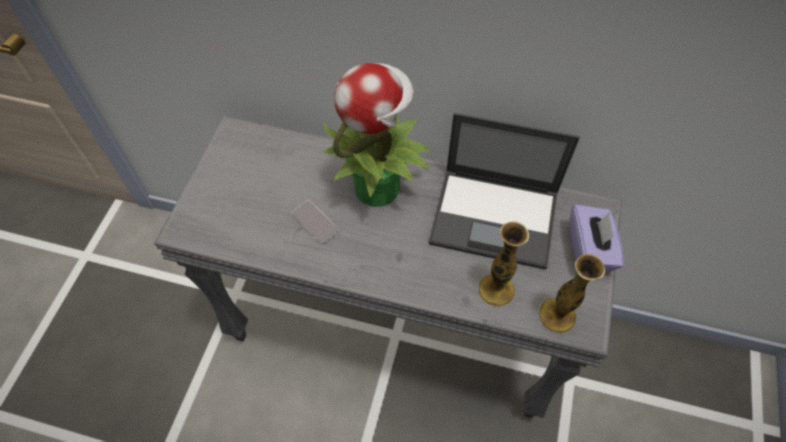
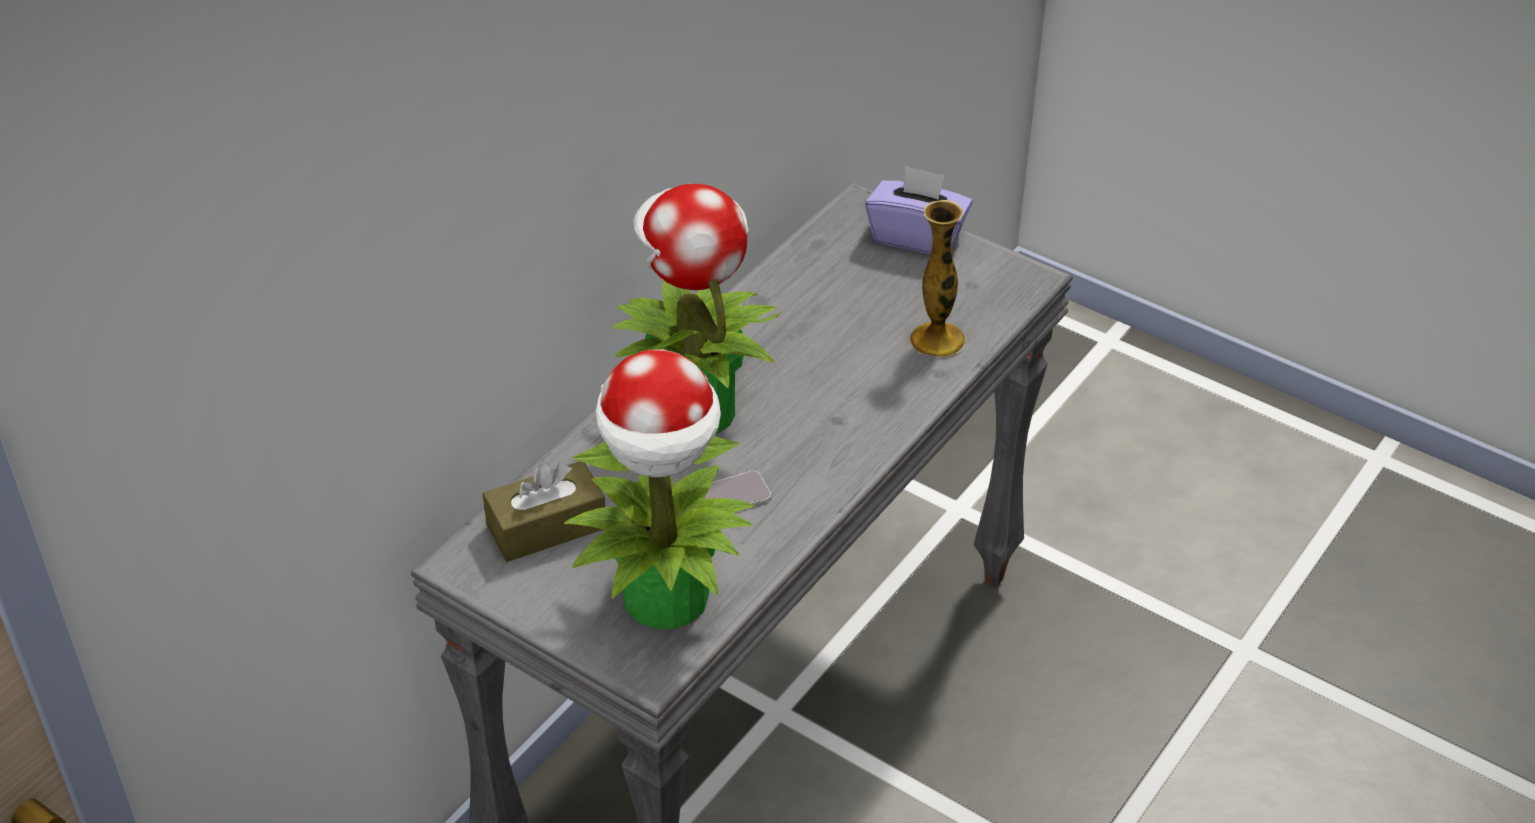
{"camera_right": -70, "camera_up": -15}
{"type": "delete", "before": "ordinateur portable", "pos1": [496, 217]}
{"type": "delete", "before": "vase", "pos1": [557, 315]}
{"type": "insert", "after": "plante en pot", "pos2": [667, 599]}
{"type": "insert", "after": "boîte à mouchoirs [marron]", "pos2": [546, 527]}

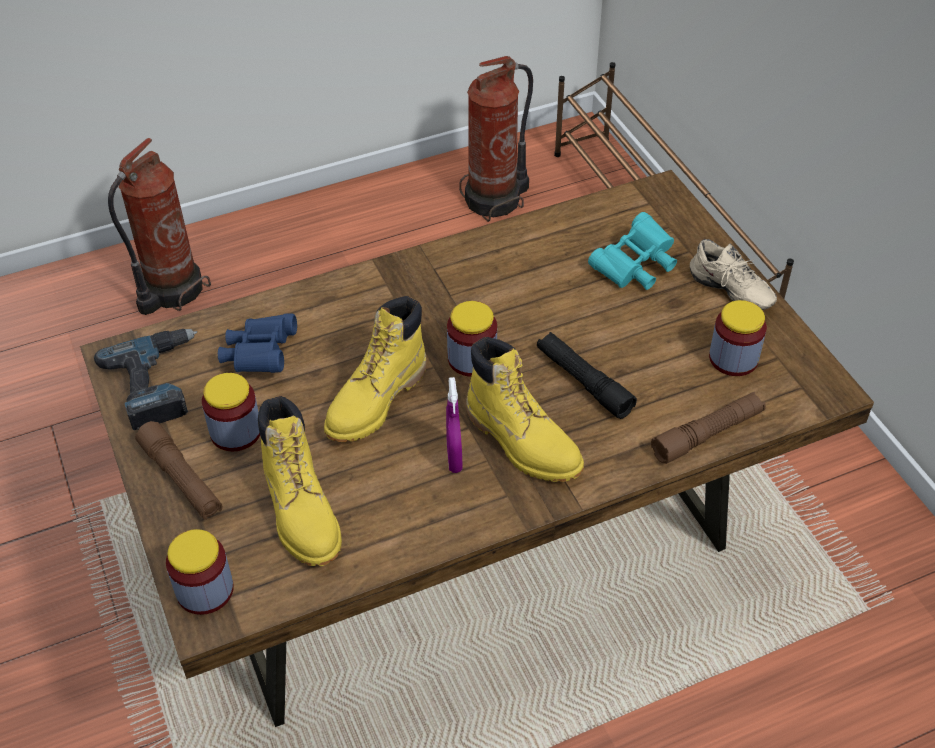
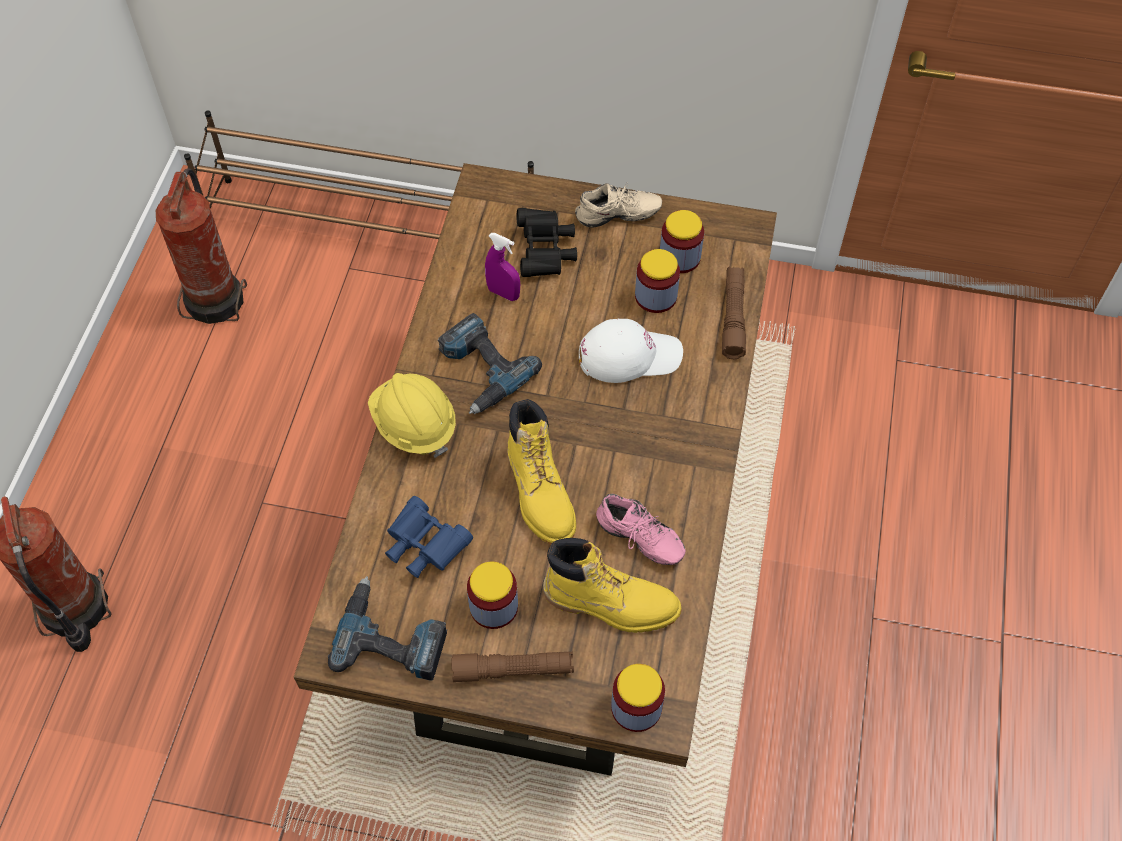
{"camera_right": -55, "camera_up": 10}
{"type": "recolor", "before": "jumelles [turquoise]", "after": "jumelles [noir]", "pos1": [635, 267], "pos2": [545, 252]}
{"type": "move", "before": "bocal", "pos1": [472, 359], "pos2": [655, 296]}
{"type": "replace", "before": "lampe de poche [noir]", "after": "casquette [blanc]", "pos1": [583, 382], "pos2": [629, 355]}
{"type": "delete", "before": "botte [jaune]", "pos1": [522, 442]}
{"type": "move", "before": "vaporisateur [violet]", "pos1": [454, 458], "pos2": [503, 293]}
{"type": "insert", "after": "perceuse", "pos2": [480, 370]}
{"type": "insert", "after": "casque de chantier [jaune]", "pos2": [414, 425]}
{"type": "insert", "after": "chaussure [rose]", "pos2": [638, 541]}

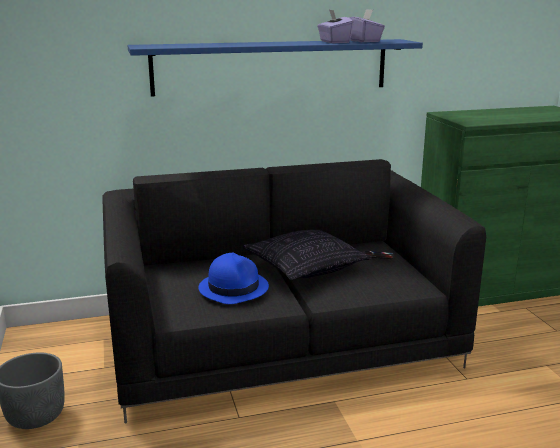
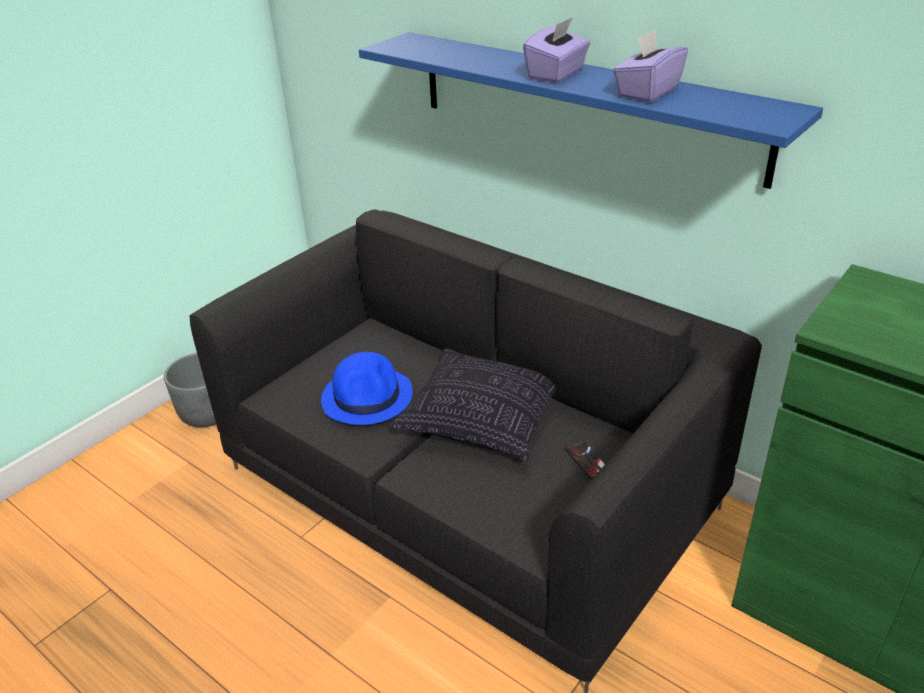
{"camera_right": 55, "camera_up": 15}
{"type": "move", "before": "boîte à mouchoirs [violet]", "pos1": [364, 41], "pos2": [556, 74]}

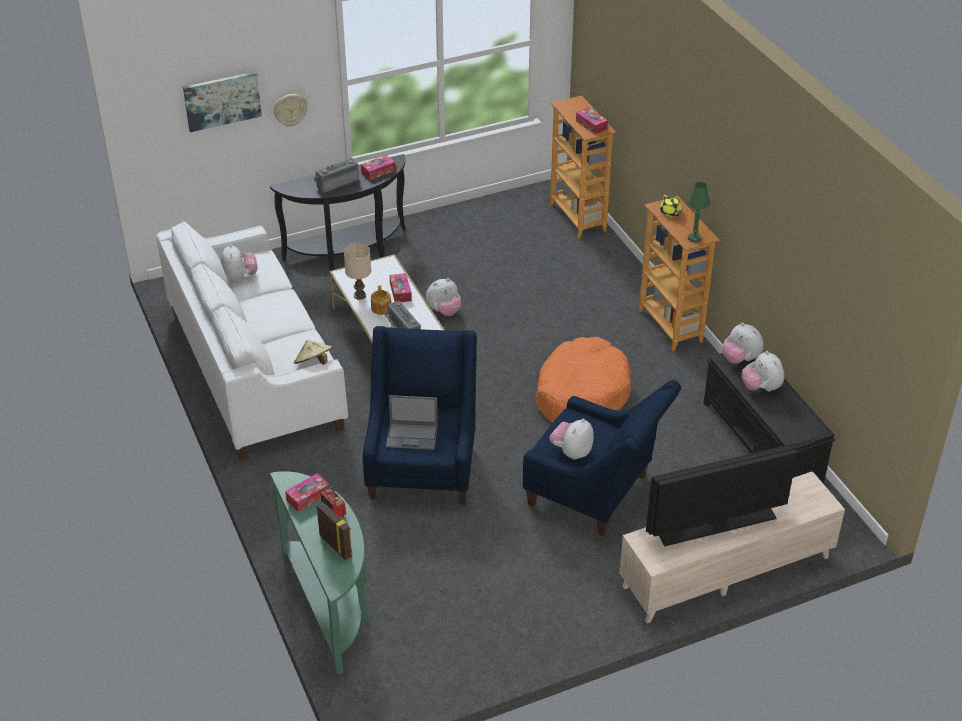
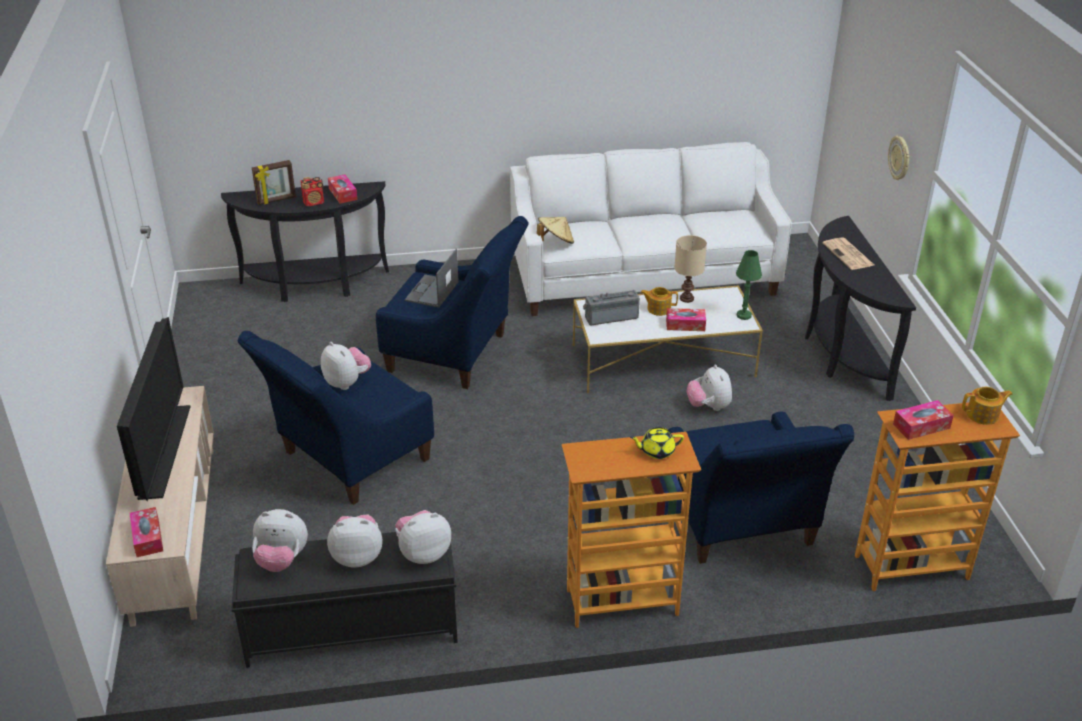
{"camera_right": 105, "camera_up": -5}
{"type": "delete", "before": "tableau", "pos1": [222, 100]}
{"type": "move", "before": "boîte à mouchoirs", "pos1": [378, 171], "pos2": [147, 537]}
{"type": "replace", "before": "radio", "after": "journal", "pos1": [336, 183], "pos2": [849, 255]}
{"type": "move", "before": "lampe de table [vert]", "pos1": [694, 238], "pos2": [744, 315]}
{"type": "move", "before": "peluche", "pos1": [239, 277], "pos2": [281, 560]}
{"type": "delete", "before": "panier pour chien [orange]", "pos1": [581, 394]}
{"type": "recolor", "before": "table console [vert]", "after": "table console [noir]", "pos1": [331, 604], "pos2": [315, 286]}
{"type": "insert", "after": "théière", "pos2": [983, 415]}
{"type": "insert", "after": "fauteuil [bleu]", "pos2": [742, 527]}

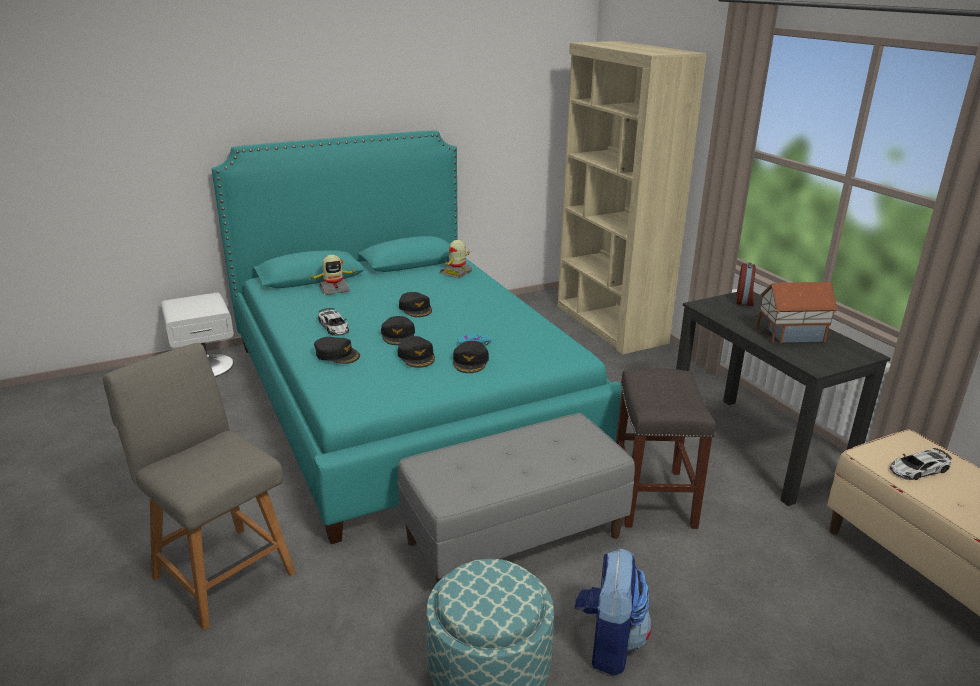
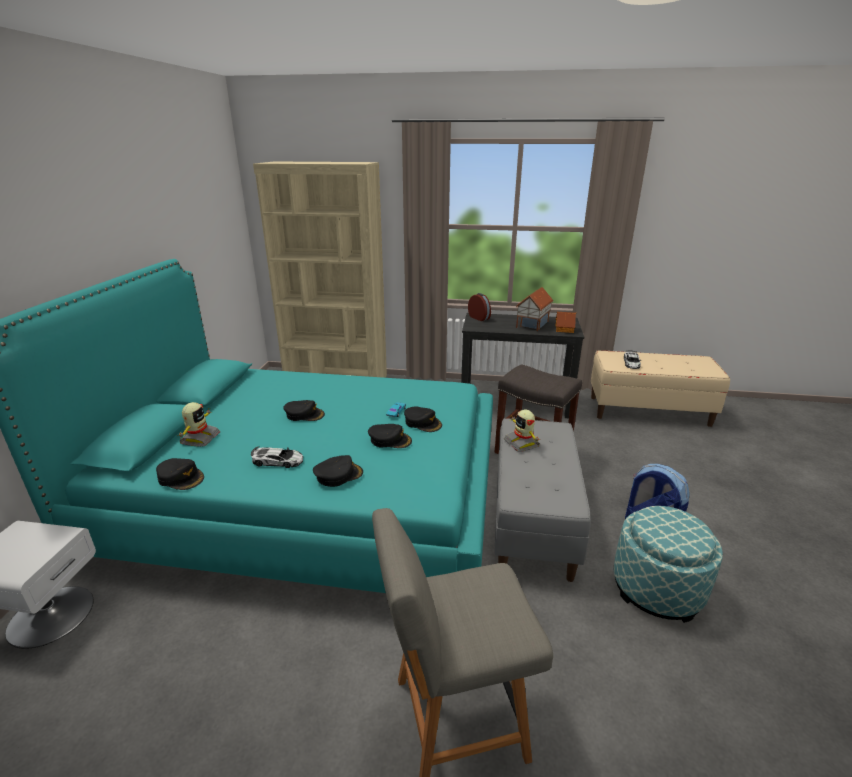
{"camera_right": -55, "camera_up": 0}
{"type": "move", "before": "robot jouet", "pos1": [457, 273], "pos2": [522, 443]}
{"type": "move", "before": "casquette [noir]", "pos1": [398, 335], "pos2": [181, 478]}
{"type": "insert", "after": "maison miniature", "pos2": [564, 329]}

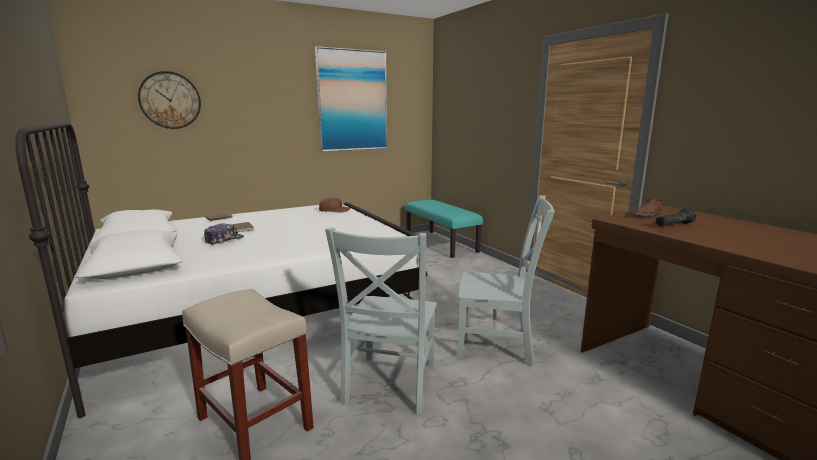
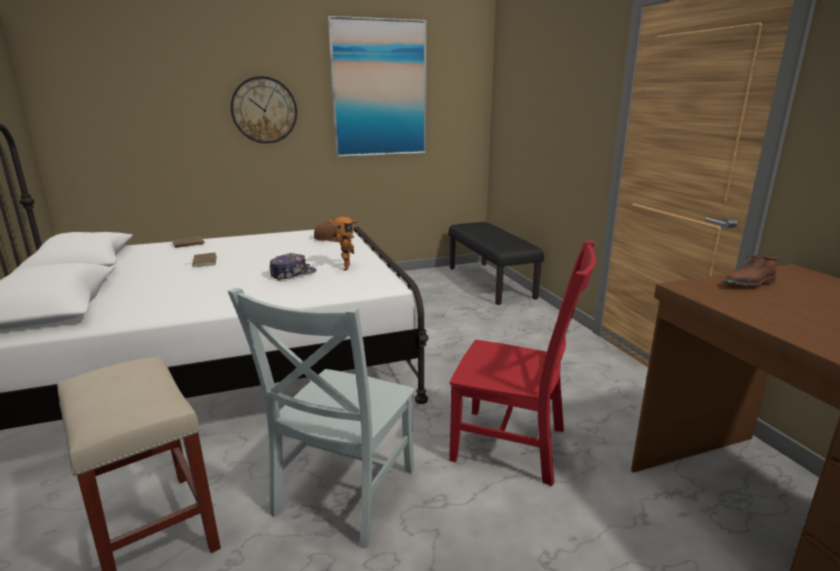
{"camera_right": 10, "camera_up": 5}
{"type": "move", "before": "horloge murale", "pos1": [170, 100], "pos2": [264, 110]}
{"type": "recolor", "before": "chaise [gris]", "after": "chaise [rouge]", "pos1": [498, 344], "pos2": [514, 446]}
{"type": "recolor", "before": "banc [turquoise]", "after": "banc [noir]", "pos1": [441, 244], "pos2": [491, 283]}
{"type": "delete", "before": "lampe de poche [noir]", "pos1": [673, 225]}
{"type": "move", "before": "casquette", "pos1": [224, 240], "pos2": [293, 274]}
{"type": "insert", "after": "robot jouet", "pos2": [344, 268]}

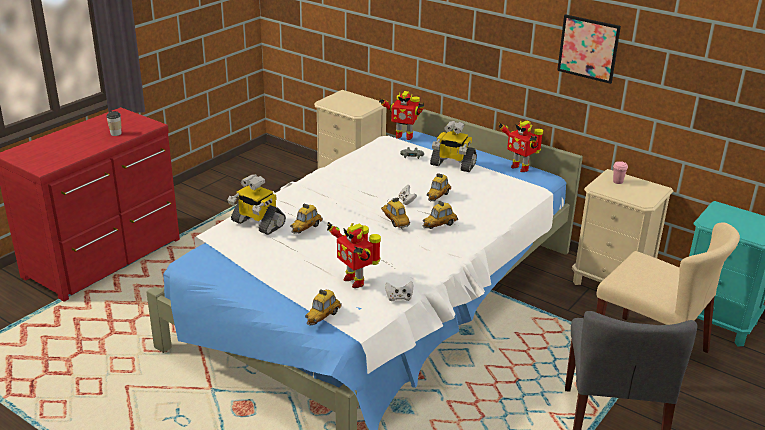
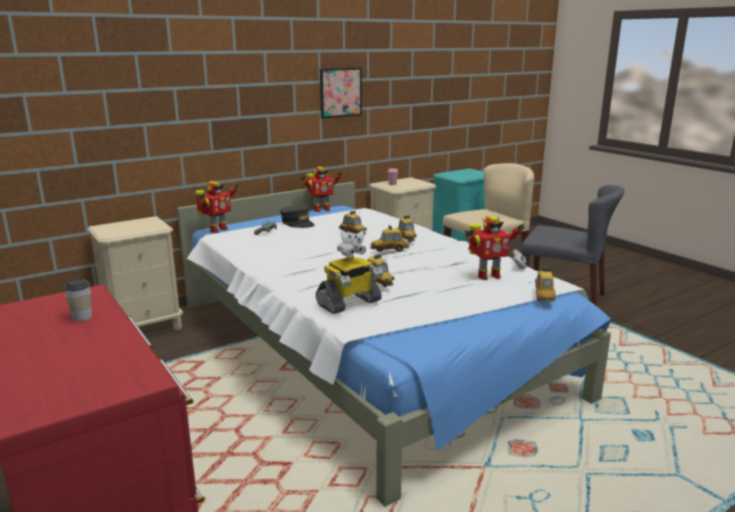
{"camera_right": -70, "camera_up": -10}
{"type": "replace", "before": "robot jouet", "after": "casquette [gris]", "pos1": [452, 165], "pos2": [297, 223]}
{"type": "rotate", "before": "petite voiture", "pos1": [323, 317], "pos2": [543, 296], "turn": -135}

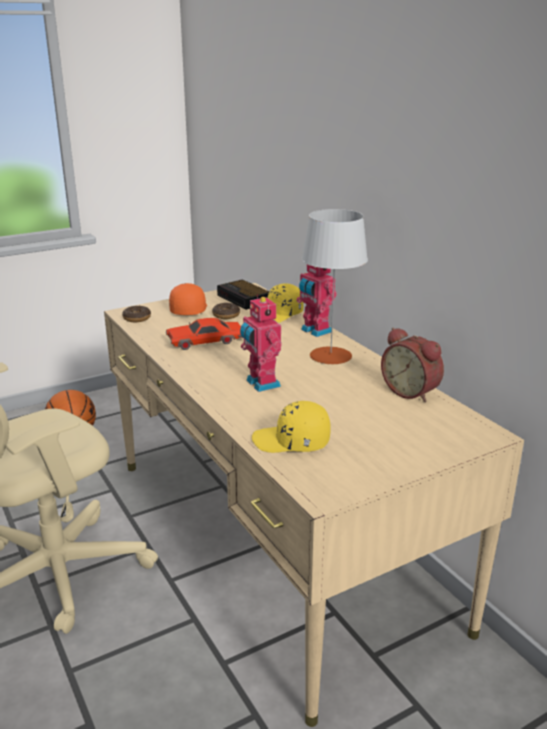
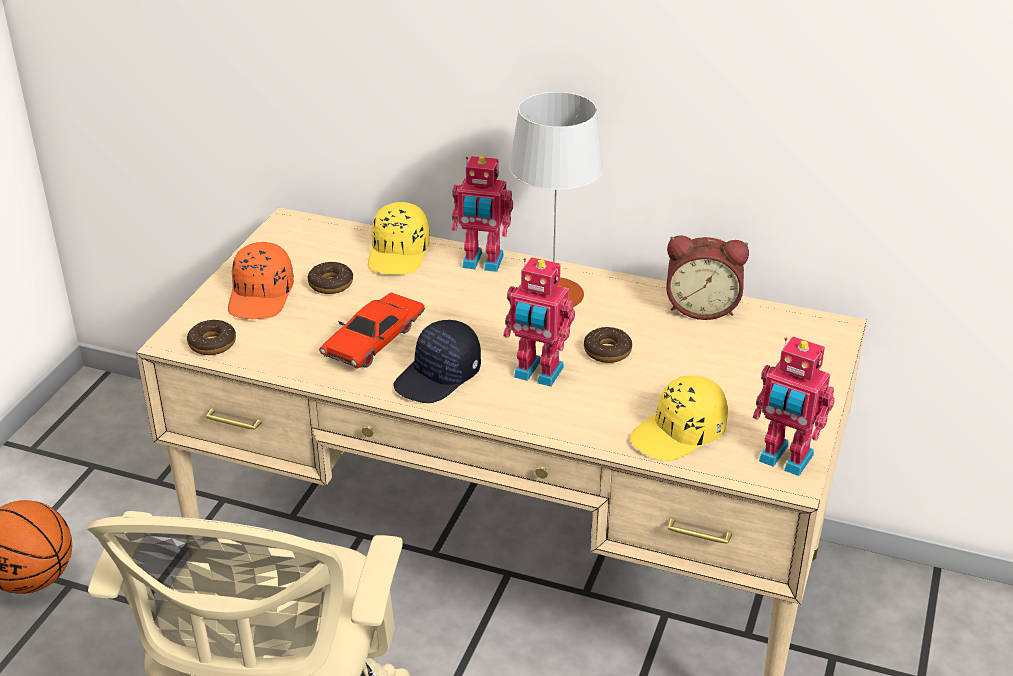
{"camera_right": -40, "camera_up": 10}
{"type": "delete", "before": "réveil", "pos1": [244, 299]}
{"type": "rotate", "before": "casquette [orange]", "pos1": [188, 309], "pos2": [262, 296], "turn": -135}
{"type": "insert", "after": "casquette [noir]", "pos2": [439, 377]}
{"type": "insert", "after": "beignet", "pos2": [607, 351]}
{"type": "insert", "after": "robot jouet", "pos2": [784, 460]}

